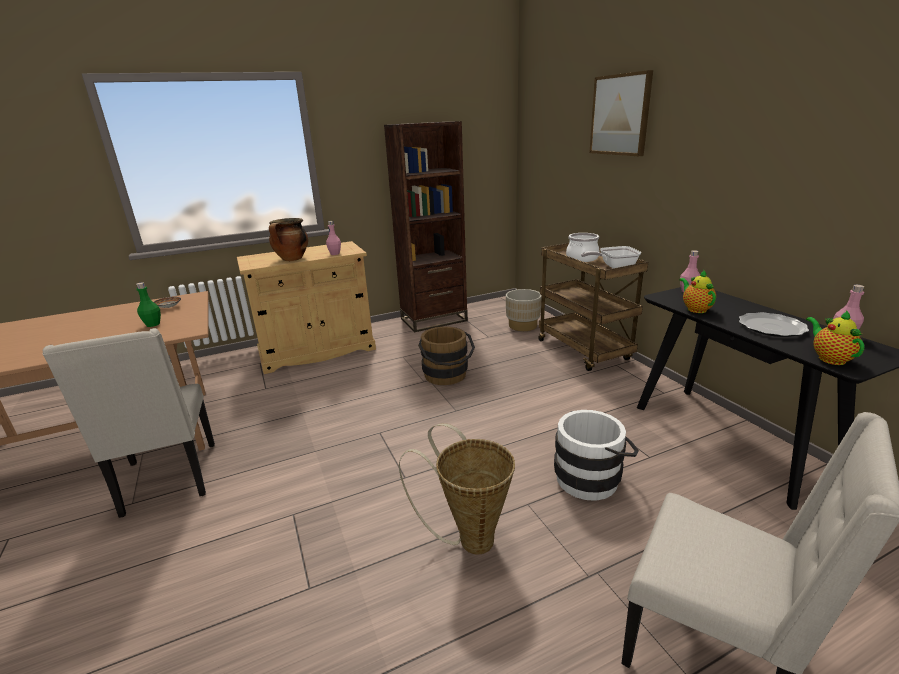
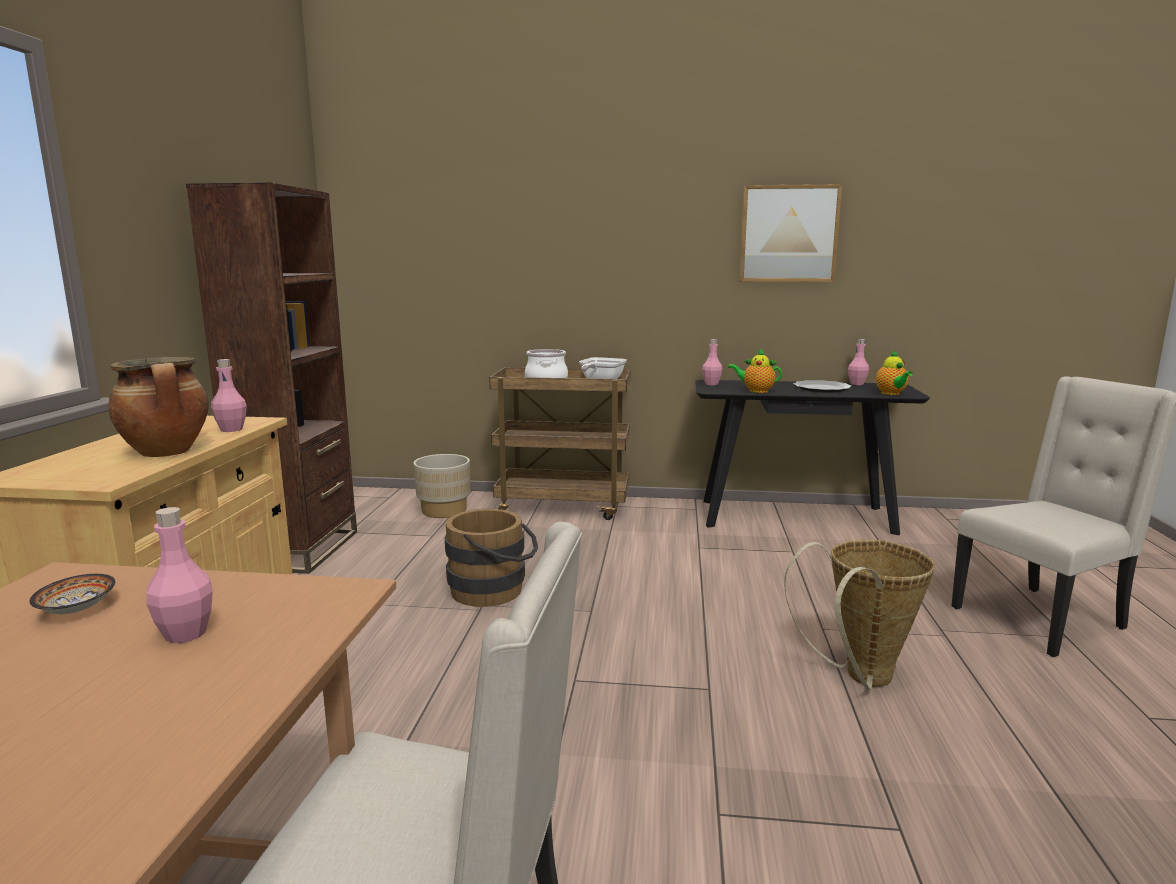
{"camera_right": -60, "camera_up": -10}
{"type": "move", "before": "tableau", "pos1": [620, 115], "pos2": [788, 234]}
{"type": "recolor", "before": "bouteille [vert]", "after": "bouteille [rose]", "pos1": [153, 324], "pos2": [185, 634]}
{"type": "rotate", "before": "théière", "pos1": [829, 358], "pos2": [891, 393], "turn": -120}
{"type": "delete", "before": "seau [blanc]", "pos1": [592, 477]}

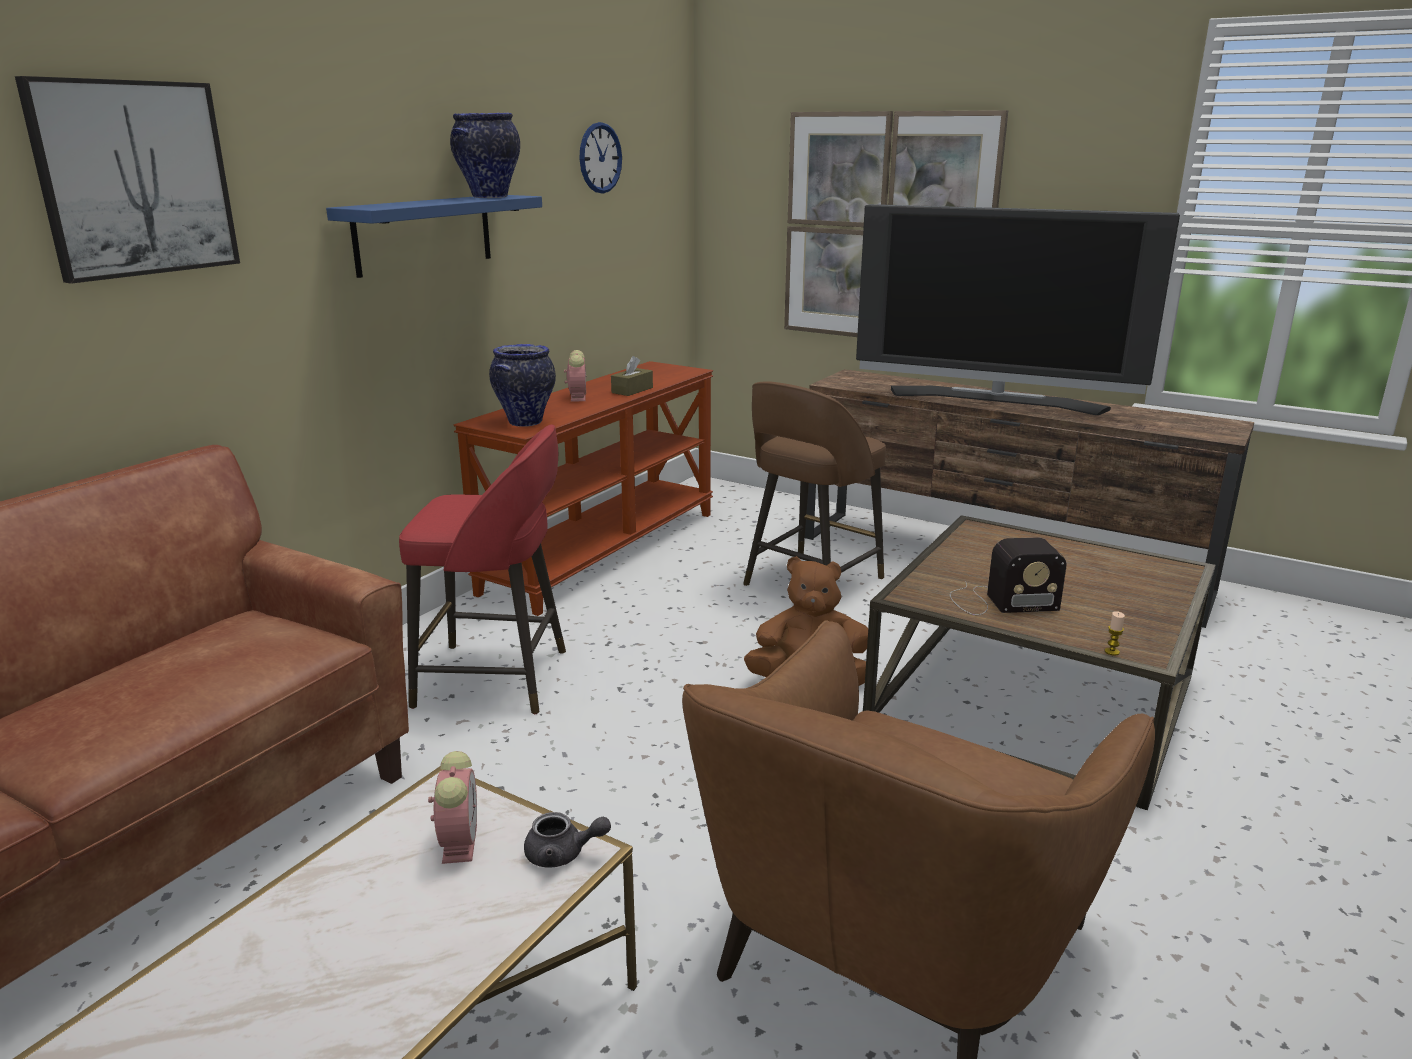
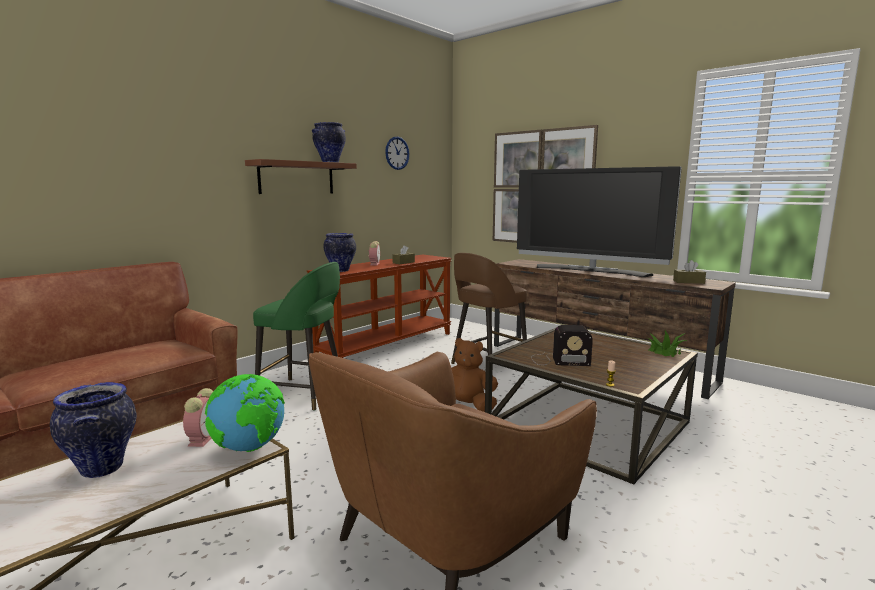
{"camera_right": 10, "camera_up": -10}
{"type": "delete", "before": "tableau", "pos1": [135, 179]}
{"type": "recolor", "before": "étagère [bleu]", "after": "étagère [marron]", "pos1": [424, 234], "pos2": [296, 178]}
{"type": "recolor", "before": "tabouret [rouge]", "after": "tabouret [vert]", "pos1": [497, 679], "pos2": [304, 394]}
{"type": "replace", "before": "théière [gris]", "after": "globe", "pos1": [563, 854], "pos2": [250, 448]}
{"type": "insert", "after": "boîte à mouchoirs [marron]", "pos2": [688, 282]}
{"type": "insert", "after": "plante en pot", "pos2": [665, 352]}
{"type": "insert", "after": "vase", "pos2": [102, 468]}

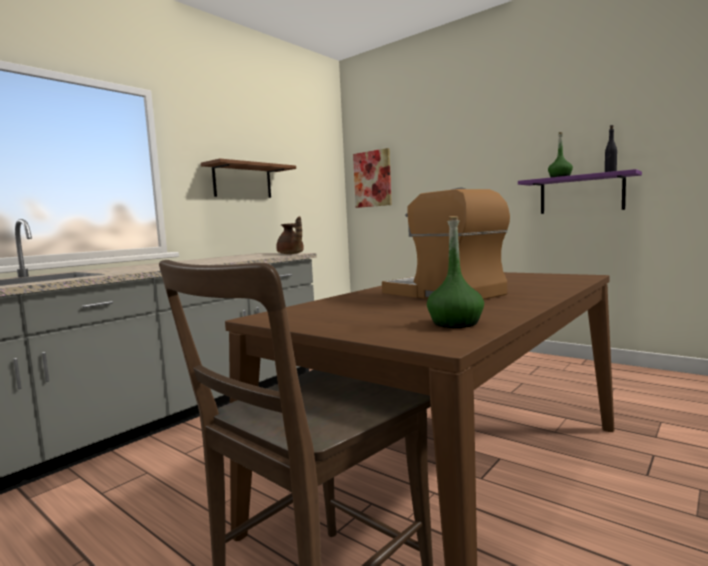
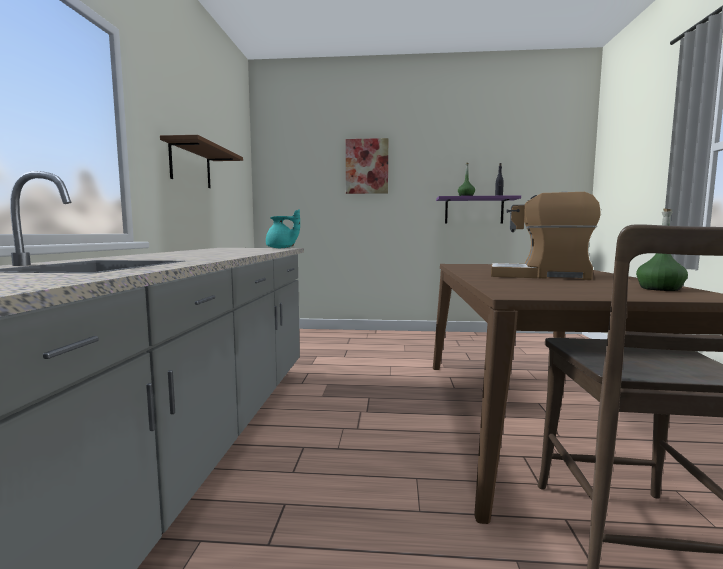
{"camera_right": -35, "camera_up": 0}
{"type": "move", "before": "tableau", "pos1": [372, 179], "pos2": [367, 166]}
{"type": "recolor", "before": "théière [marron]", "after": "théière [turquoise]", "pos1": [291, 254], "pos2": [281, 248]}

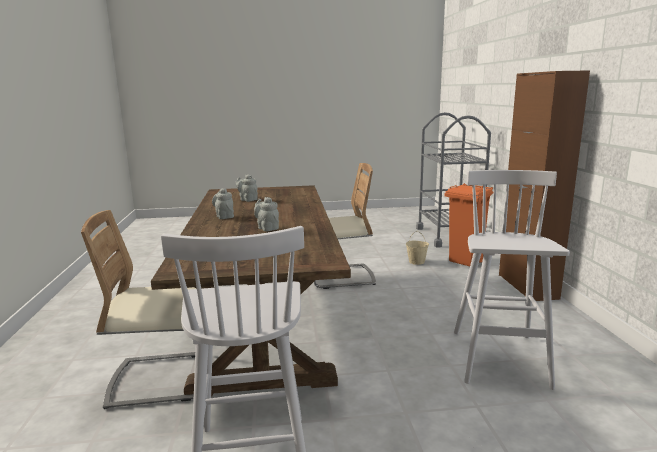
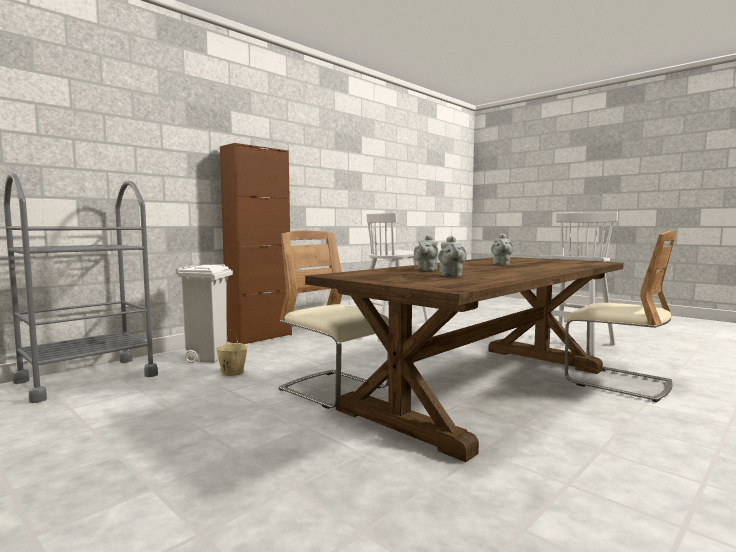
{"camera_right": -130, "camera_up": -10}
{"type": "recolor", "before": "poubelle [orange]", "after": "poubelle [blanc]", "pos1": [465, 261], "pos2": [208, 358]}
{"type": "move", "before": "théière [gris]", "pos1": [224, 216], "pos2": [426, 270]}

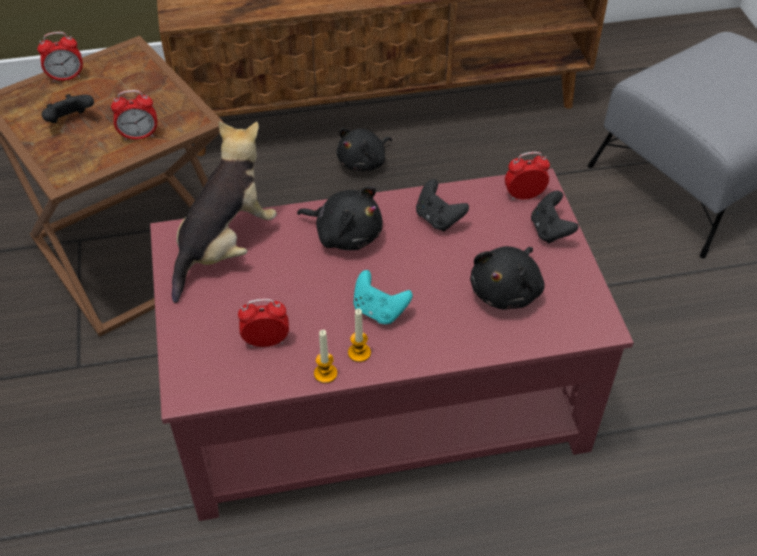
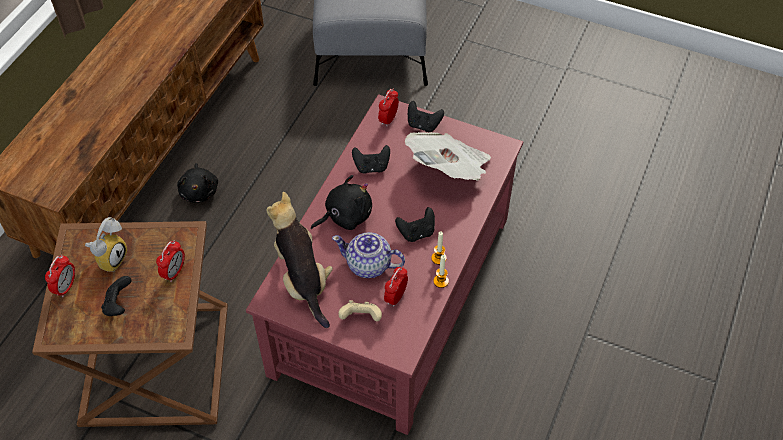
{"camera_right": -55, "camera_up": 5}
{"type": "replace", "before": "peluche [noir]", "after": "journal", "pos1": [507, 291], "pos2": [449, 169]}
{"type": "recolor", "before": "manette [turquoise]", "after": "manette [noir]", "pos1": [379, 311], "pos2": [416, 233]}
{"type": "insert", "after": "réveil", "pos2": [110, 257]}
{"type": "insert", "after": "théière", "pos2": [369, 265]}
{"type": "insert", "after": "manette [beige]", "pos2": [361, 318]}

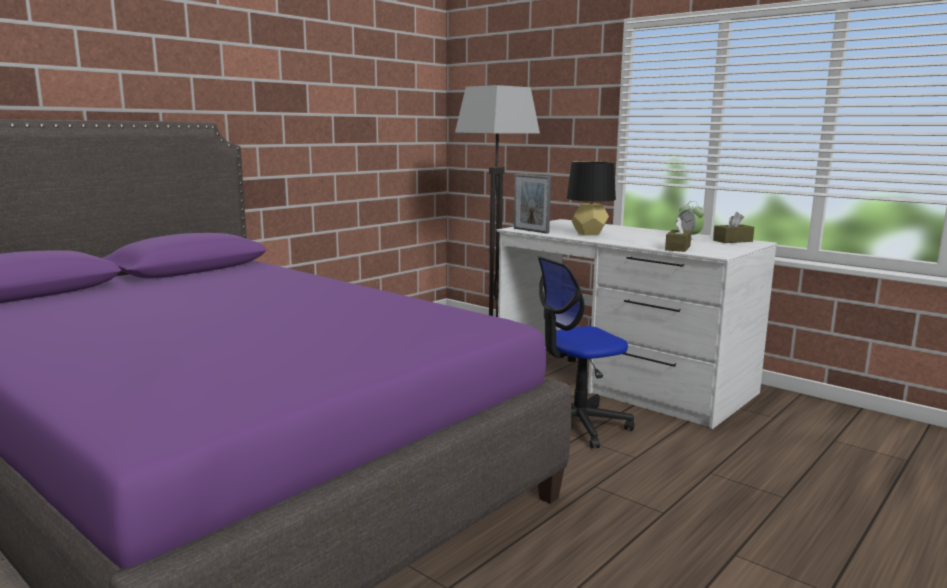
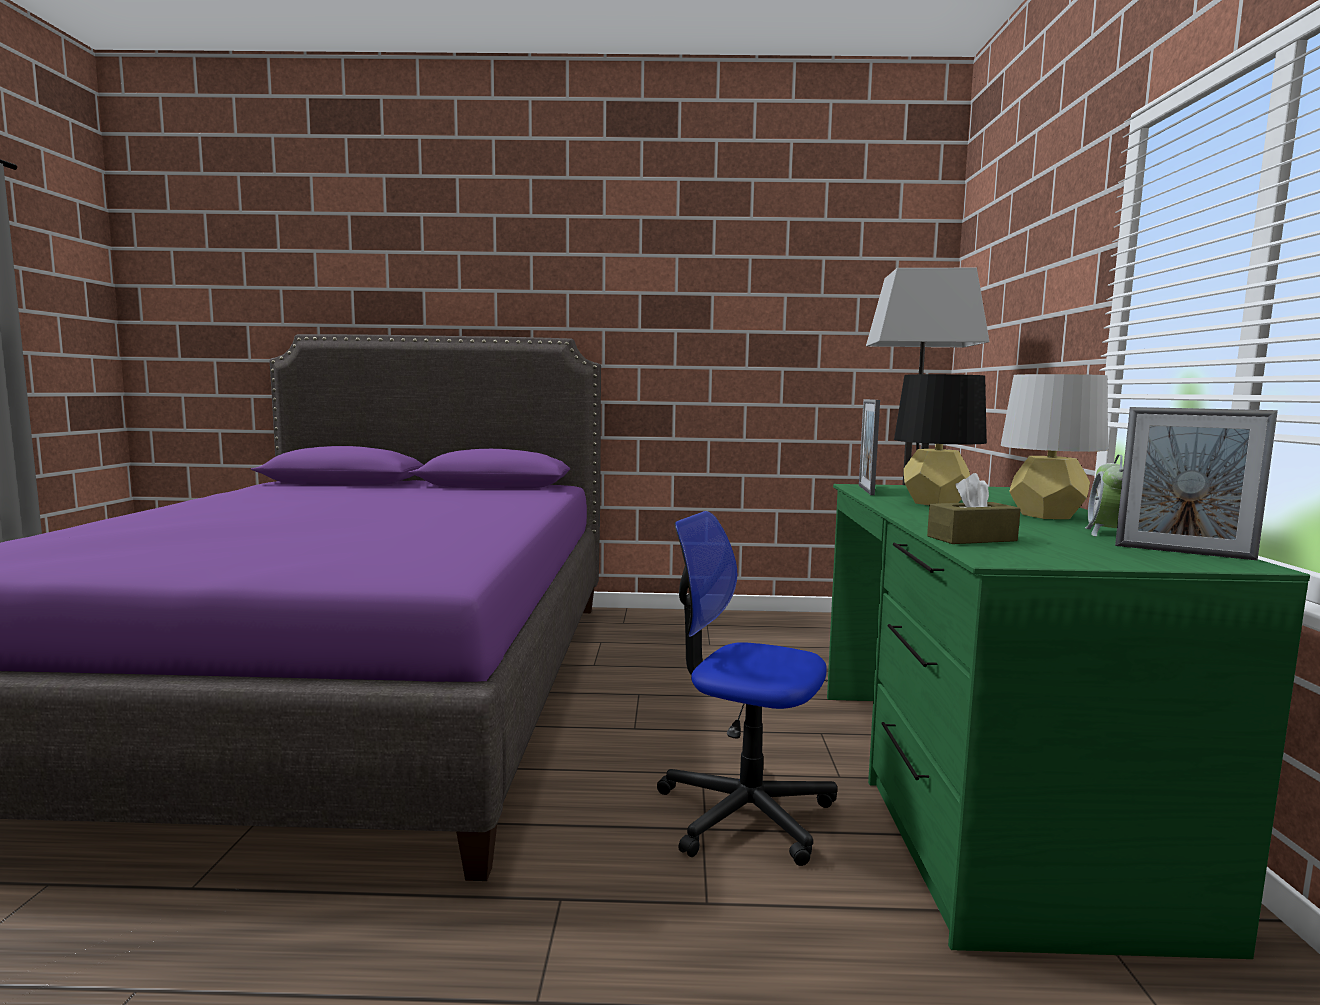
{"camera_right": 50, "camera_up": -5}
{"type": "replace", "before": "boîte à mouchoirs [marron]", "after": "cadre photo", "pos1": [732, 241], "pos2": [1183, 552]}
{"type": "recolor", "before": "bureau [blanc]", "after": "bureau [vert]", "pos1": [621, 379], "pos2": [975, 791]}
{"type": "insert", "after": "lampe de table [gris]", "pos2": [1046, 516]}

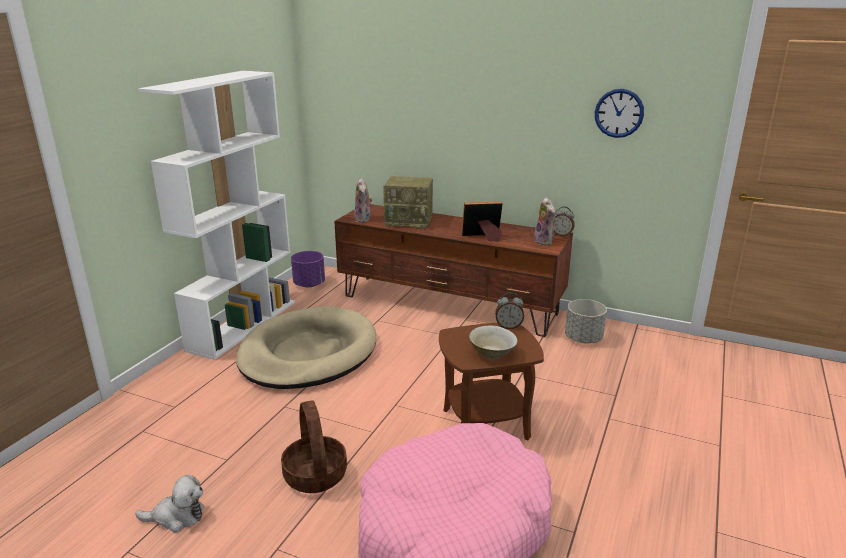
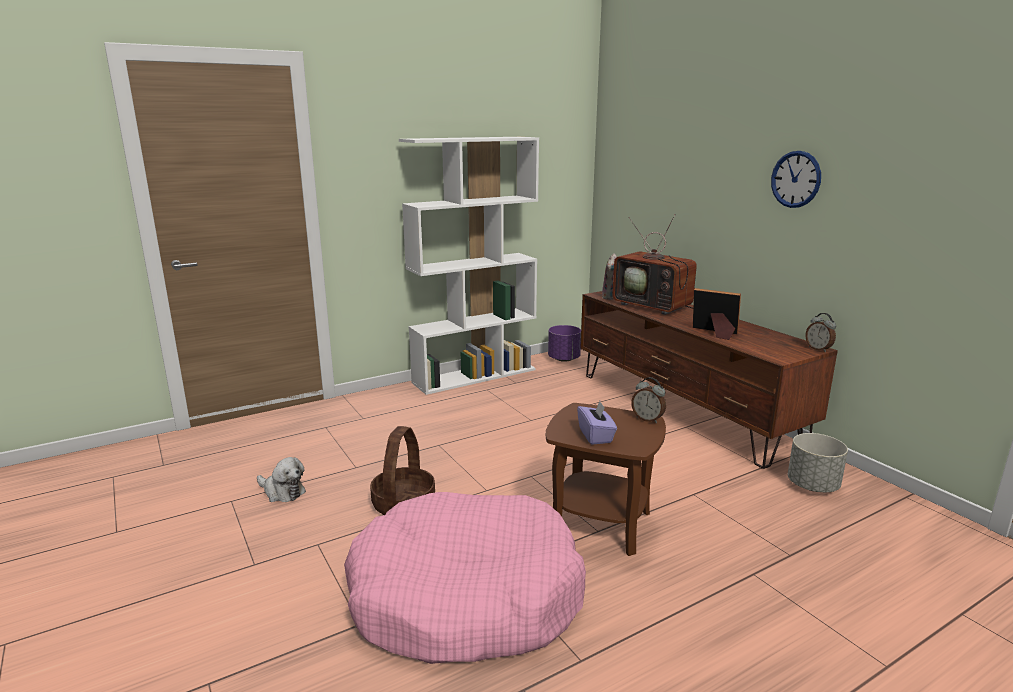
{"camera_right": 35, "camera_up": -5}
{"type": "move", "before": "horloge murale", "pos1": [619, 113], "pos2": [795, 179]}
{"type": "replace", "before": "radio", "after": "téléviseur", "pos1": [410, 221], "pos2": [655, 306]}
{"type": "delete", "before": "peluche", "pos1": [545, 241]}
{"type": "delete", "before": "panier pour chien [beige]", "pos1": [308, 353]}
{"type": "replace", "before": "bol [beige]", "after": "boîte à mouchoirs [violet]", "pos1": [492, 354], "pos2": [596, 436]}

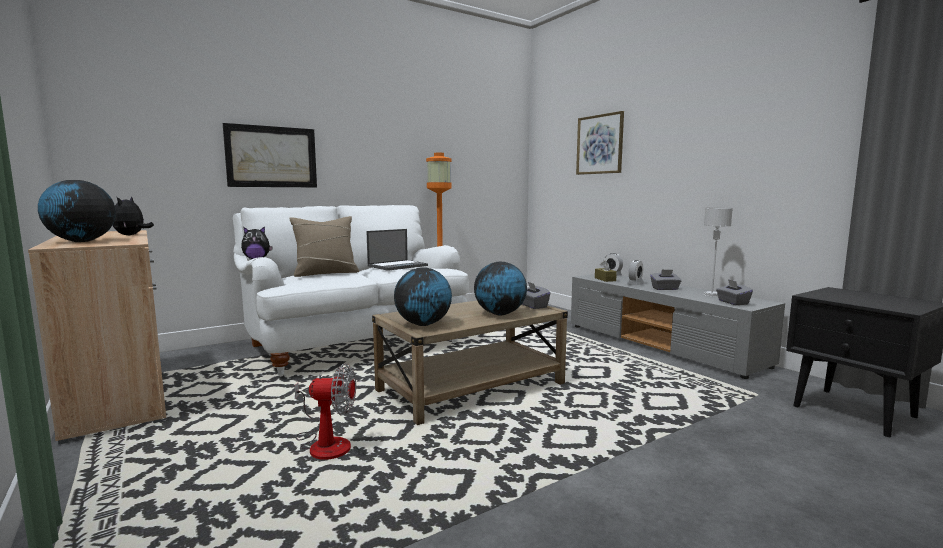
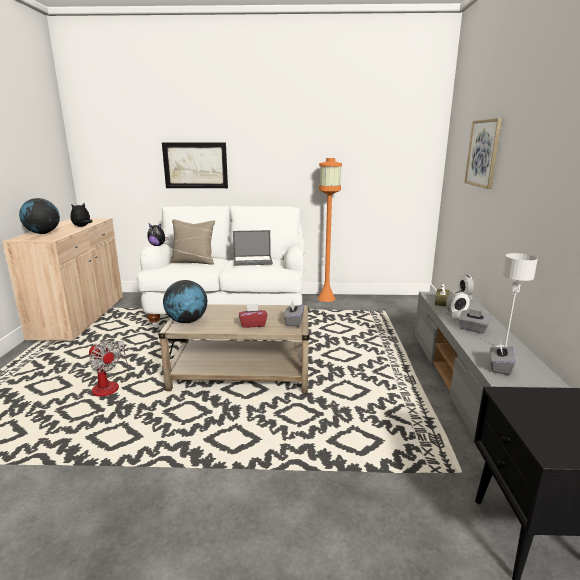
{"camera_right": 35, "camera_up": 10}
{"type": "replace", "before": "globe", "after": "boîte à mouchoirs [rouge]", "pos1": [500, 314], "pos2": [253, 324]}

